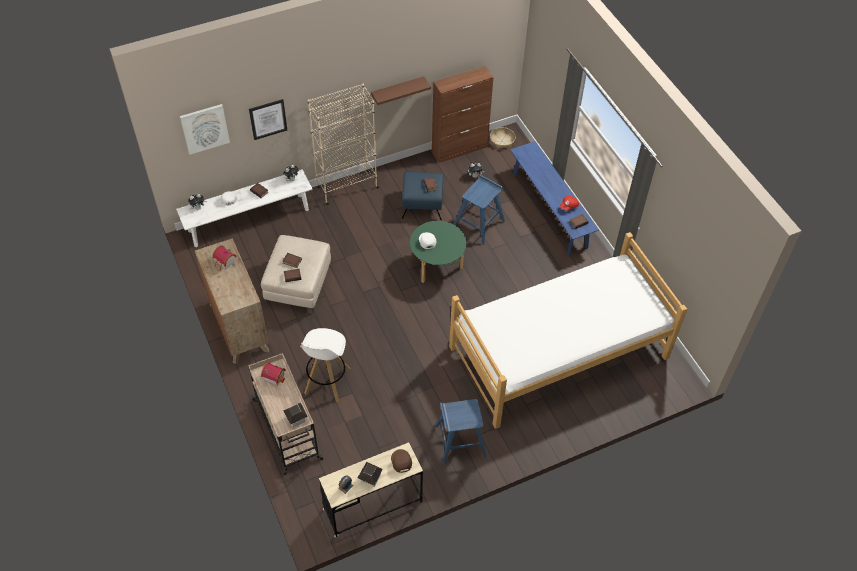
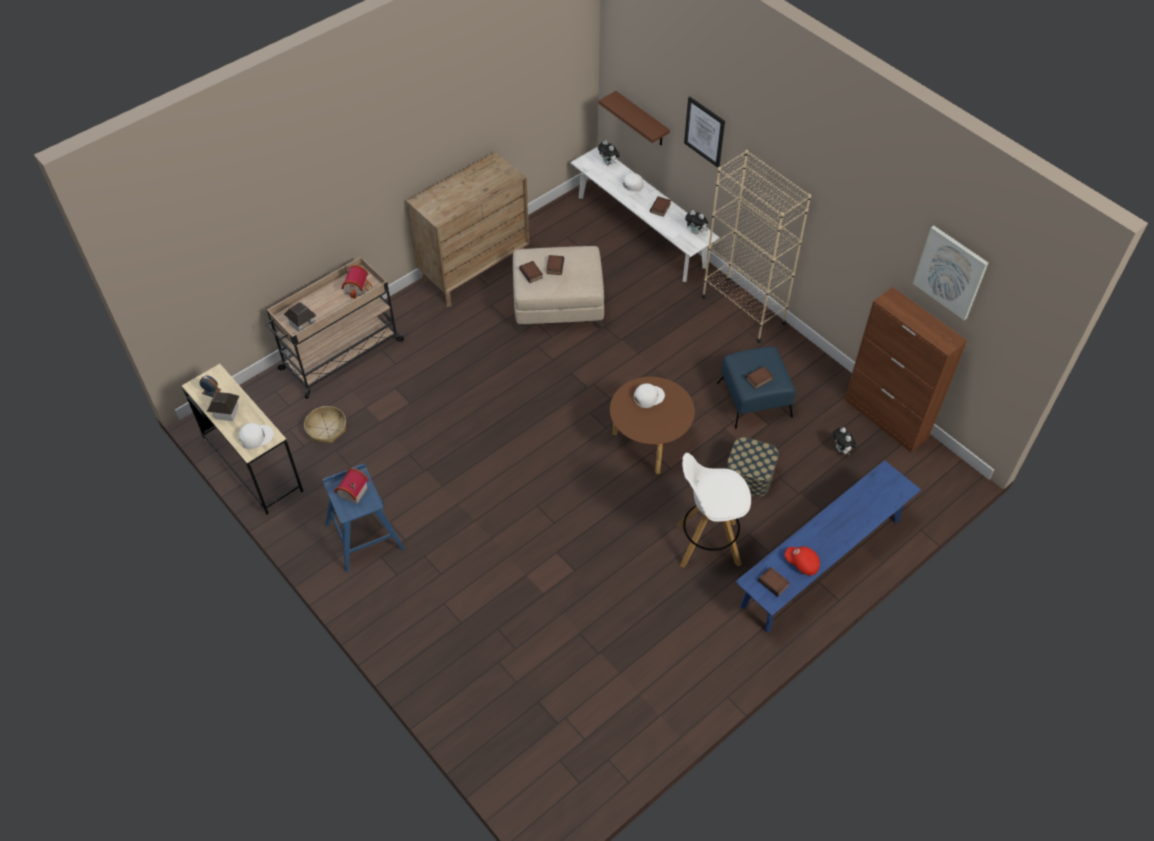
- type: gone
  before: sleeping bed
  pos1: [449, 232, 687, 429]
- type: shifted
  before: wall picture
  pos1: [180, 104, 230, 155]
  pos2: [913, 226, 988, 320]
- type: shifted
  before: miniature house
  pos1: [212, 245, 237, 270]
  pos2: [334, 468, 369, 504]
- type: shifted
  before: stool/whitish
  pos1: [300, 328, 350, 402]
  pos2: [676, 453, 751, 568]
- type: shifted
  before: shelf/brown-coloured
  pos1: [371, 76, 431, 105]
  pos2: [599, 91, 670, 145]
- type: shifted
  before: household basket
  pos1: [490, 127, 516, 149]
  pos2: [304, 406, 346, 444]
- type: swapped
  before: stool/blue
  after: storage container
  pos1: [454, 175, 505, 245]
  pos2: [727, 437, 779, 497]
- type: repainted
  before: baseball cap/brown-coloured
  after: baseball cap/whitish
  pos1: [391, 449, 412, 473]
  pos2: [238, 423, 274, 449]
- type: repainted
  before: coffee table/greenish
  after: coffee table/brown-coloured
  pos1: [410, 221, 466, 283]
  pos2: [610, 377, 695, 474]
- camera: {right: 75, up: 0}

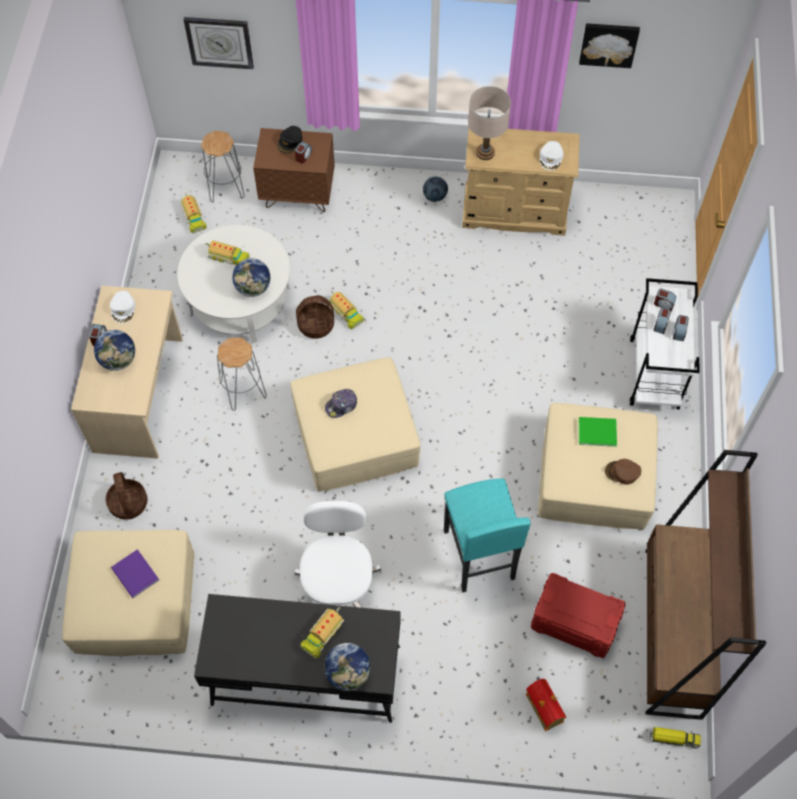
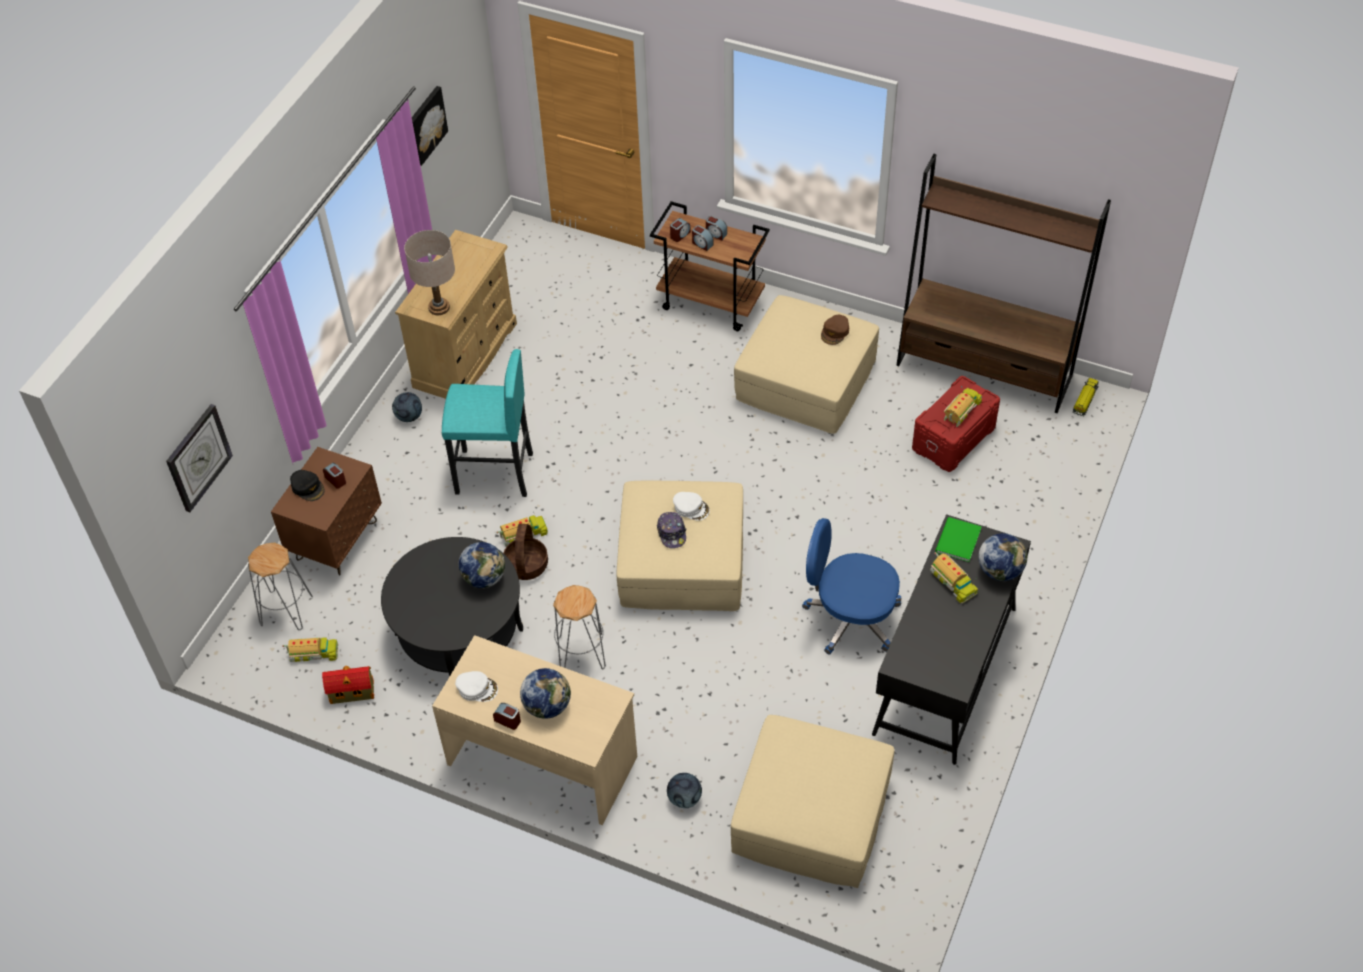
- type: gone
  before: volume/purple-coloured
  pos1: [111, 549, 159, 598]
- type: shifted
  before: toy truck
  pos1: [205, 241, 250, 266]
  pos2: [943, 386, 982, 427]
- type: shifted
  before: stool/blue-green
  pos1: [444, 478, 531, 592]
  pos2: [442, 349, 533, 497]
- type: shifted
  before: miniature house
  pos1: [526, 679, 566, 731]
  pos2: [322, 666, 374, 704]
- type: shifted
  before: baseball cap/whitish
  pos1: [540, 141, 564, 170]
  pos2: [673, 492, 710, 520]
- type: shifted
  before: volume/greenish
  pos1: [579, 417, 617, 447]
  pos2: [935, 517, 982, 562]
- type: swapped
  before: household basket
  after: ball for football
  pos1: [106, 472, 147, 520]
  pos2: [667, 773, 702, 808]
- type: repainted
  before: coffee table/whitish
  after: coffee table/blackish
  pos1: [177, 225, 290, 343]
  pos2: [381, 537, 523, 677]
- type: repainted
  before: computer chair/whitish
  after: computer chair/blue
  pos1: [294, 501, 382, 608]
  pos2: [802, 518, 901, 655]
- type: repainted
  before: wheeled cart/whitish
  after: wheeled cart/brown-coloured
  pos1: [630, 278, 700, 409]
  pos2: [650, 201, 770, 331]
- camera: {right: -70, up: -10}

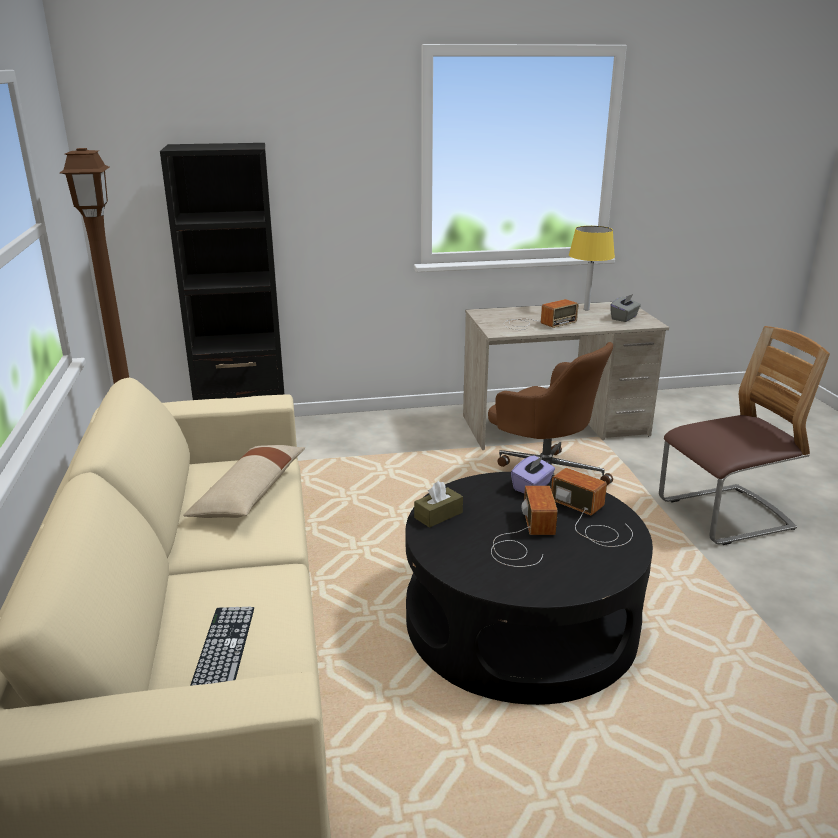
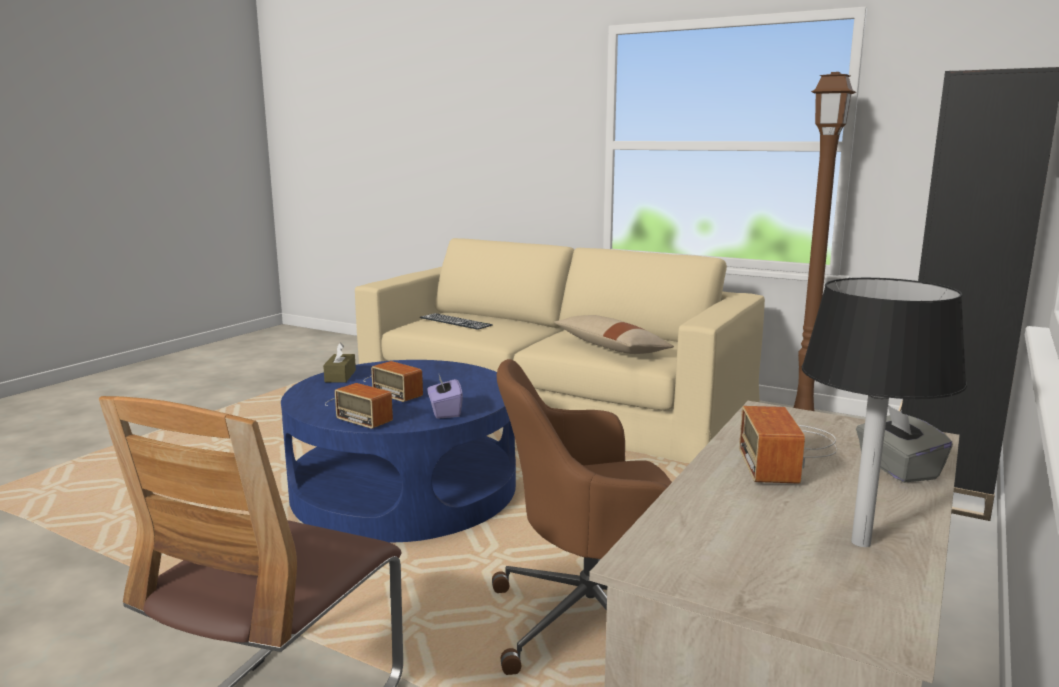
- type: shifted
  before: box of tissues/brown-coloured
  pos1: [414, 481, 463, 528]
  pos2: [323, 343, 356, 383]
- type: shifted
  before: box of tissues/gray
  pos1: [610, 294, 641, 322]
  pos2: [856, 405, 953, 483]
- type: repainted
  before: coffee table/blackish
  after: coffee table/blue
  pos1: [405, 472, 653, 705]
  pos2: [281, 360, 516, 543]
- type: repainted
  before: table lamp/yellow
  after: table lamp/blackish
  pos1: [569, 226, 615, 311]
  pos2: [802, 278, 967, 547]
- type: rotated
  before: radio
  pos1: [551, 468, 633, 547]
  pos2: [325, 383, 393, 429]
  turn: 45
- camera: {right: 130, up: -10}

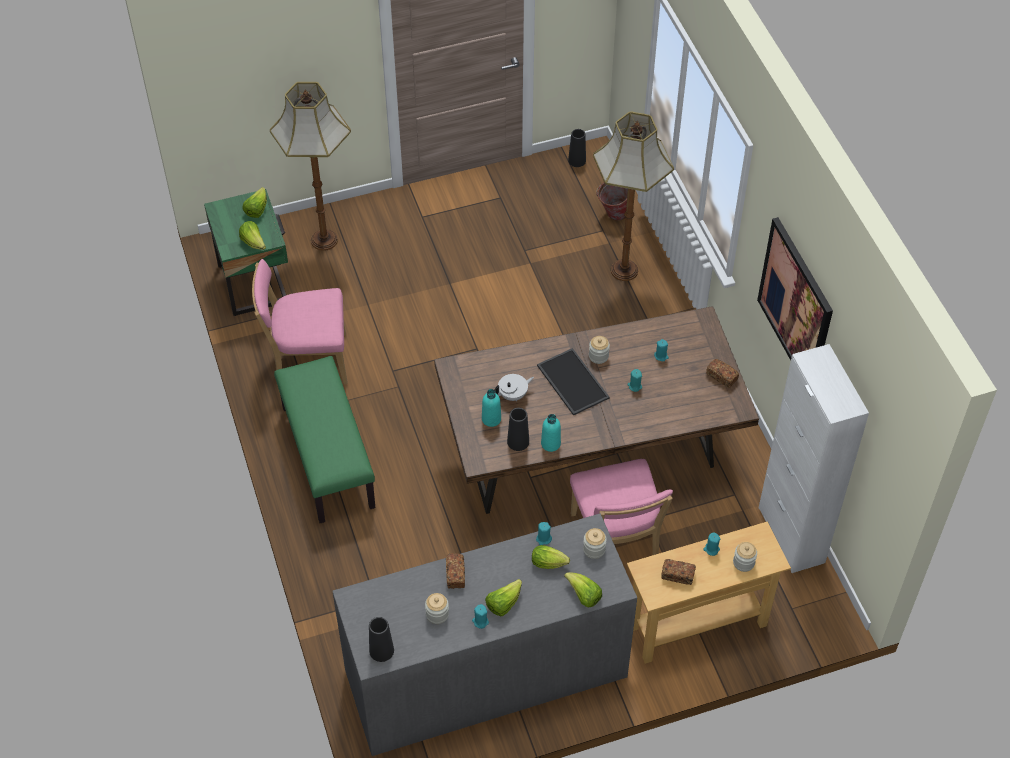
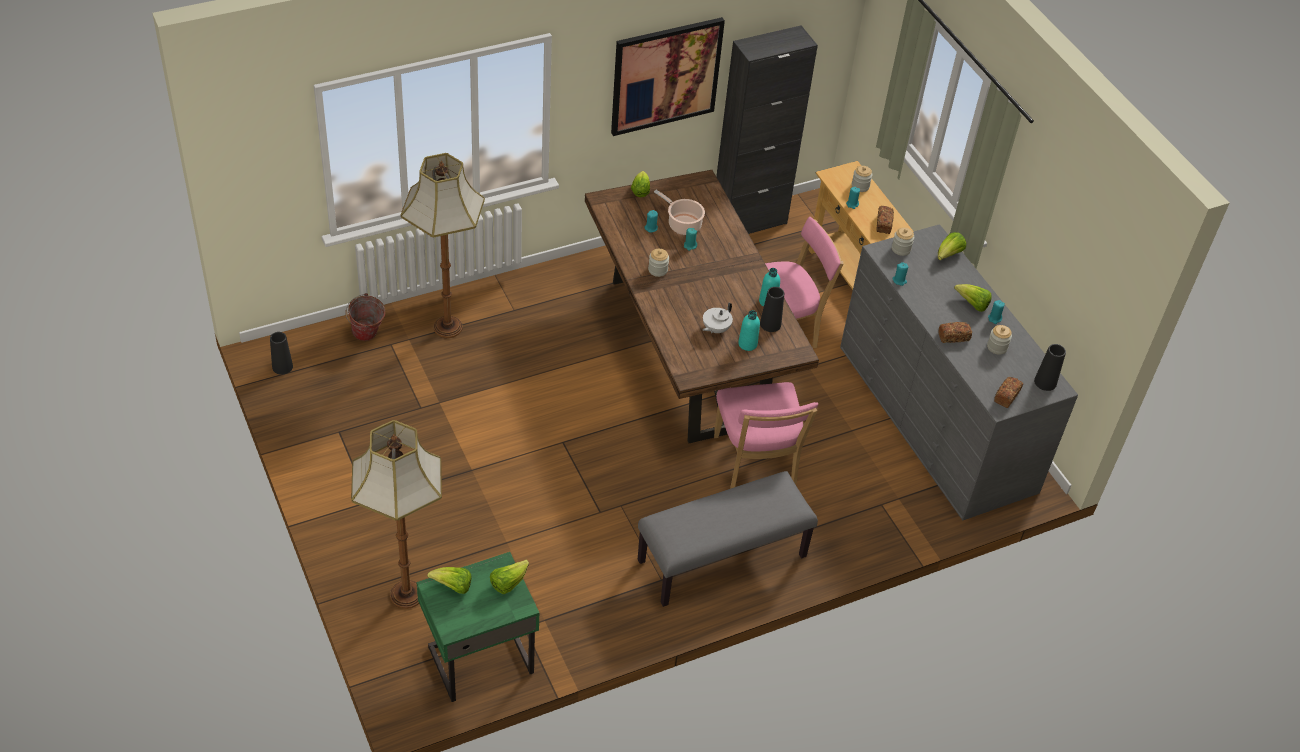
- type: gone
  before: serving tray
  pos1: [537, 348, 610, 415]
- type: new
  after: stockpot
  pos2: [654, 190, 705, 235]
- type: shifted
  before: plain chair/pink
  pos1: [252, 259, 348, 384]
  pos2: [714, 382, 818, 489]
- type: shifted
  before: head of lettuce
  pos1: [532, 545, 570, 569]
  pos2: [631, 171, 650, 197]
- type: shifted
  before: bread
  pos1: [706, 359, 739, 388]
  pos2: [994, 377, 1023, 408]
- type: repainted
  before: indoor bench/greenish
  after: indoor bench/gray
  pos1: [274, 356, 375, 523]
  pos2: [638, 471, 818, 607]
- type: repainted
  before: cabinet/whitish
  after: cabinet/blackish
  pos1: [759, 344, 869, 573]
  pos2: [716, 25, 818, 234]
- type: rotated
  before: tea pot/whitish
  pos1: [495, 374, 534, 401]
  pos2: [703, 302, 733, 333]
  turn: -105
- camera: {right: -100, up: -5}

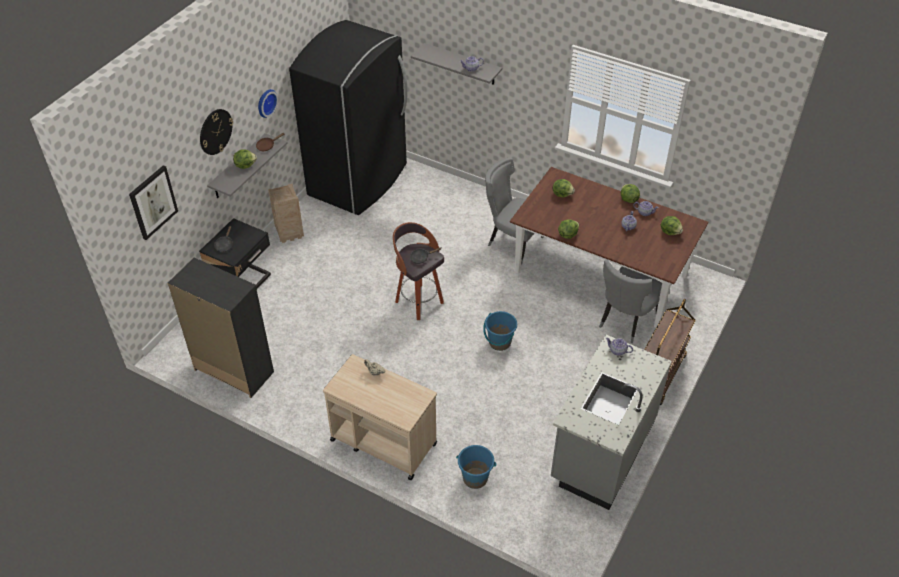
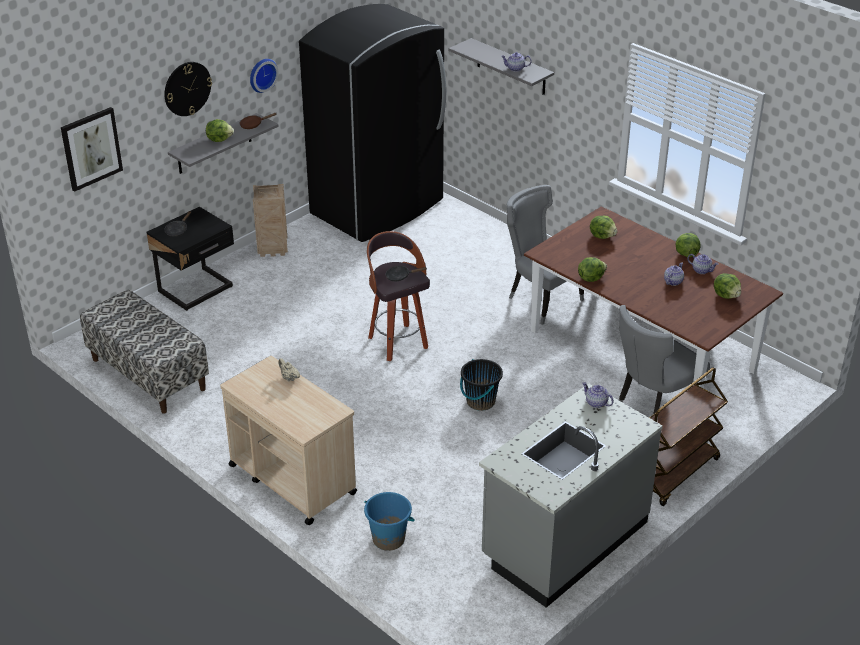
- type: swapped
  before: dresser/blackish
  after: indoor bench
  pos1: [167, 257, 274, 398]
  pos2: [80, 290, 209, 414]
- type: repainted
  before: water bucket/blue
  after: water bucket/blackish
  pos1: [483, 311, 517, 351]
  pos2: [460, 359, 503, 411]
- camera: {right: 15, up: -10}

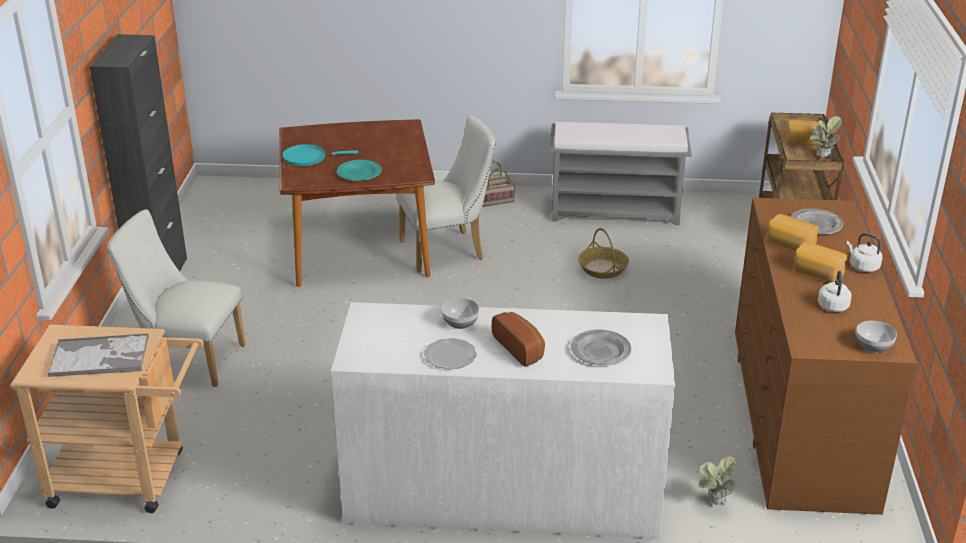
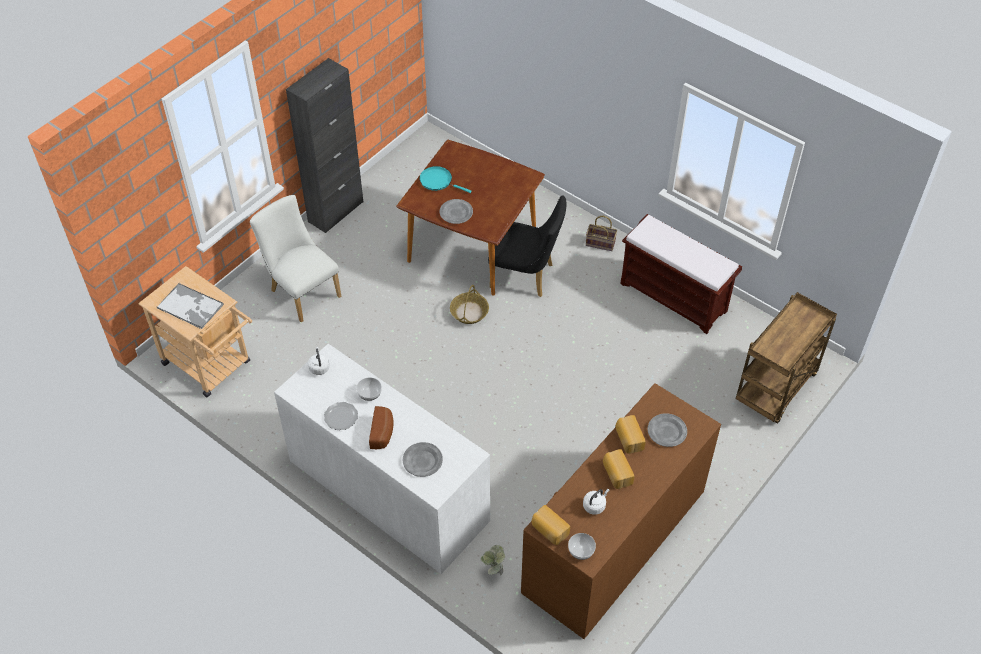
- type: gone
  before: houseplant
  pos1: [811, 116, 842, 159]
- type: shifted
  before: household basket
  pos1: [578, 228, 629, 279]
  pos2: [450, 285, 489, 324]
- type: shifted
  before: bread
  pos1: [786, 120, 825, 146]
  pos2: [532, 505, 570, 545]
- type: shifted
  before: kettle/whitish
  pos1: [847, 233, 882, 272]
  pos2: [308, 347, 330, 375]
- type: repainted
  before: plate/blue-green
  after: plate/gray
  pos1: [337, 160, 382, 181]
  pos2: [439, 199, 473, 224]
- type: repainted
  before: plain chair/whitish
  after: plain chair/blackish
  pos1: [396, 115, 496, 273]
  pos2: [488, 195, 567, 297]
- type: repainted
  before: indoor bench/gray
  after: indoor bench/brown-coloured
  pos1: [550, 122, 692, 225]
  pos2: [620, 214, 742, 334]
- camera: {right: 35, up: 20}

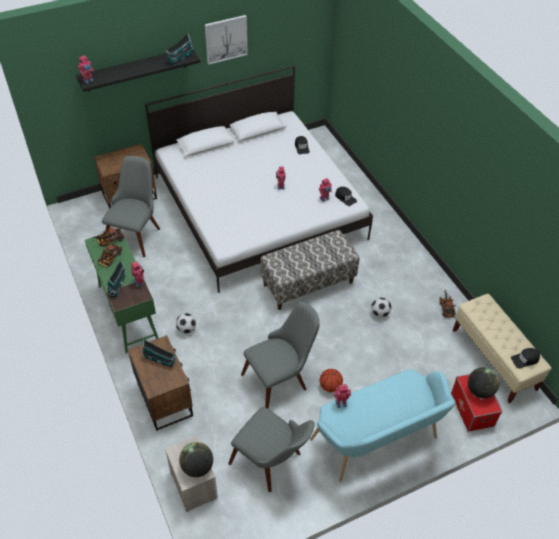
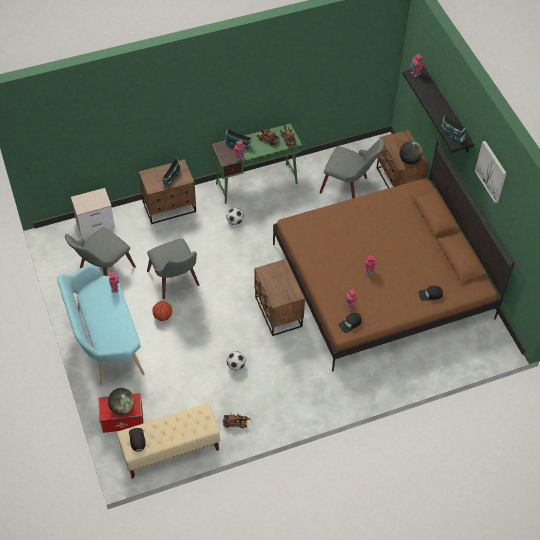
- type: shifted
  before: globe
  pos1: [179, 442, 213, 477]
  pos2: [399, 141, 423, 164]
- type: swapped
  before: indoor bench
  after: nightstand/brown-coloured
  pos1: [260, 230, 359, 310]
  pos2: [254, 259, 305, 336]
- type: repainted
  before: sleeping bed/whitish
  after: sleeping bed/brown-coloured
  pos1: [145, 65, 373, 293]
  pos2: [273, 139, 515, 371]
- camera: {right: 95, up: 5}

